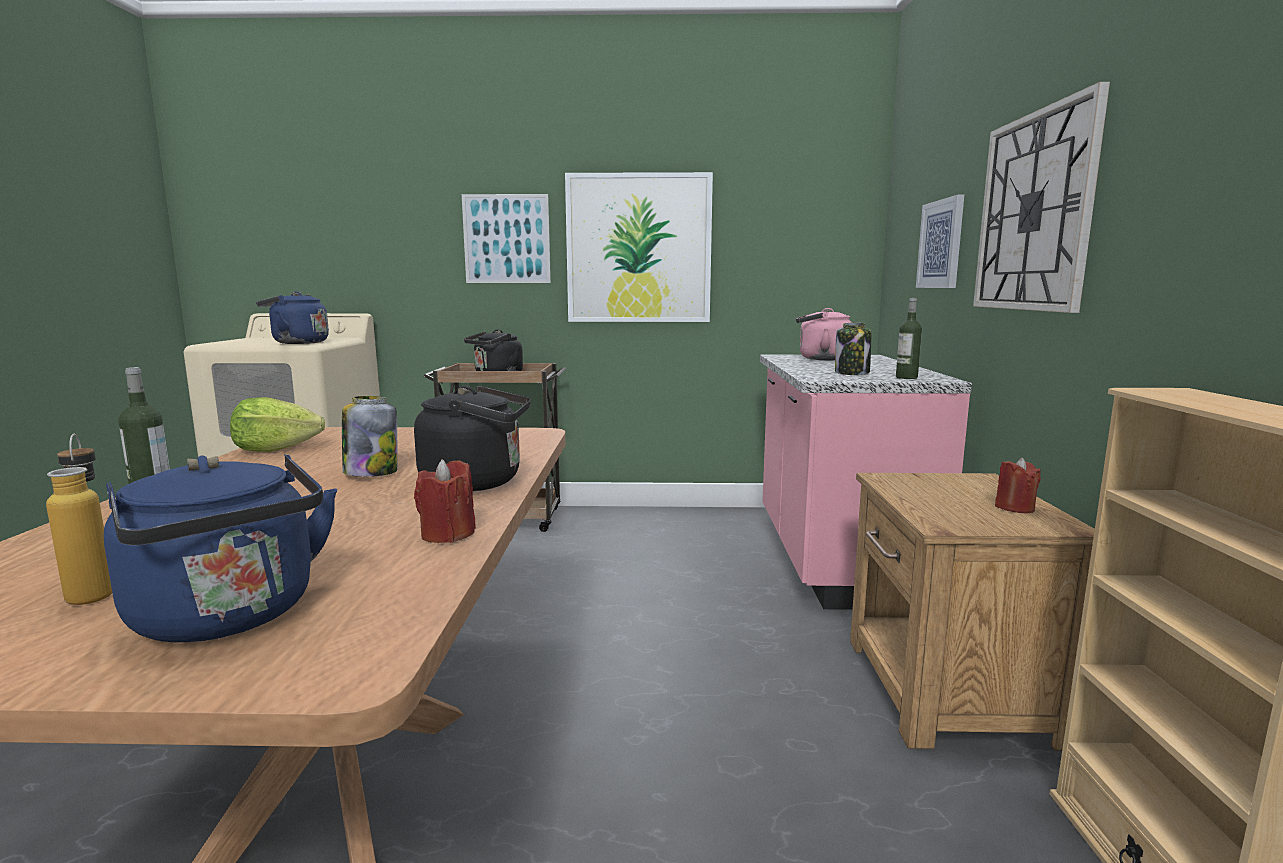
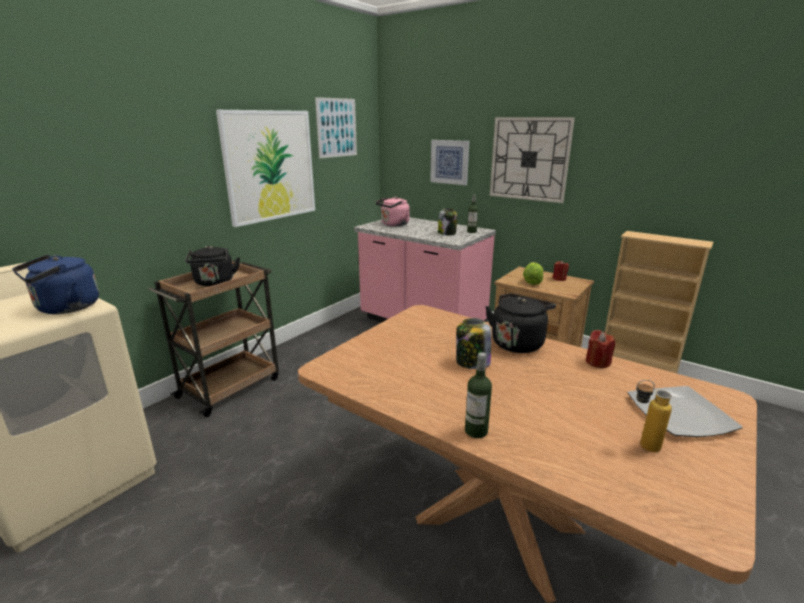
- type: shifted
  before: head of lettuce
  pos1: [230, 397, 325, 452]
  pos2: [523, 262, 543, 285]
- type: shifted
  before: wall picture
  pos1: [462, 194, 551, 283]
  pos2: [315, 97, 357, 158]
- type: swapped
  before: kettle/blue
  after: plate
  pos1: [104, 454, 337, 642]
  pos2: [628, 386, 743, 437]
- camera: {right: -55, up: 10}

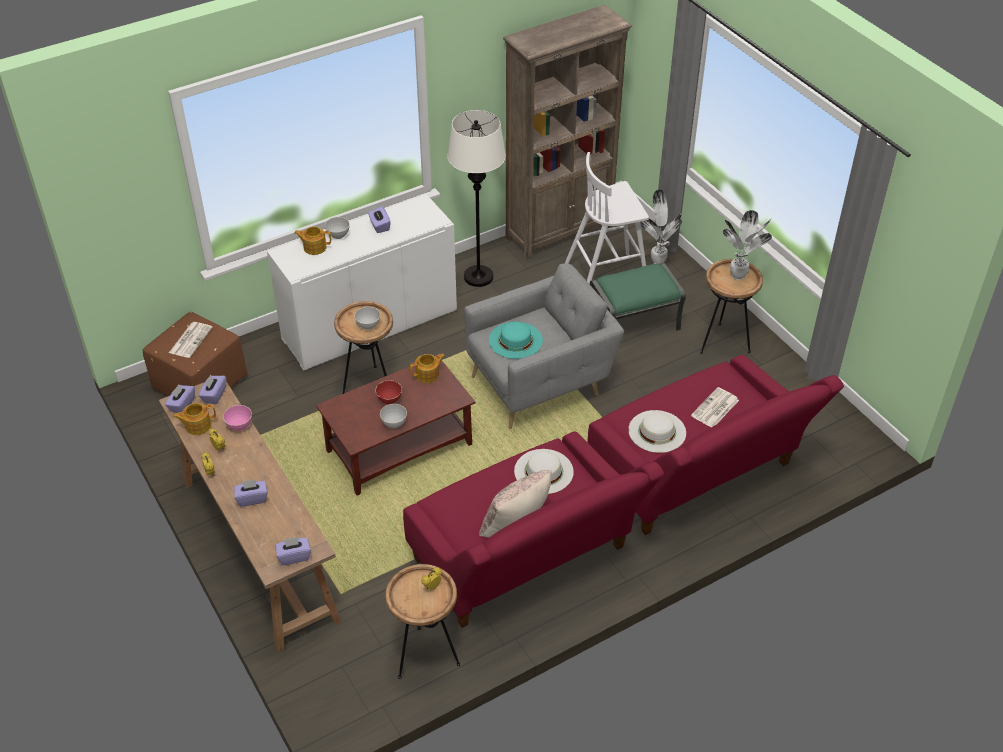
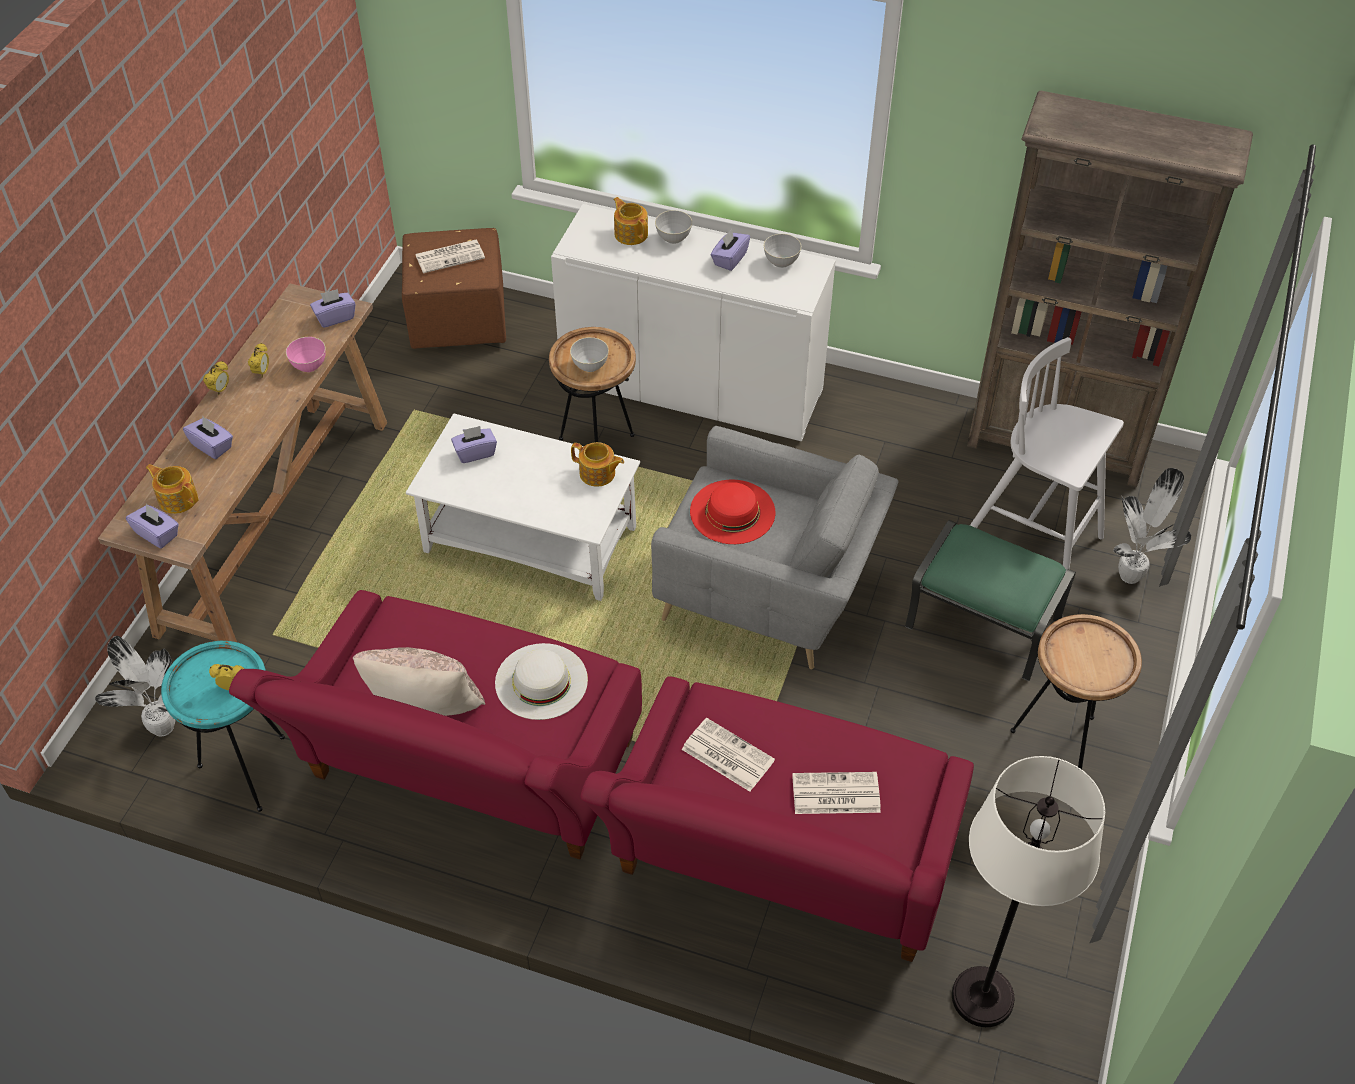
- type: gone
  before: serving bowl/red
  pos1: [375, 380, 402, 404]
- type: shifted
  before: box of tissues/purple-coloured
  pos1: [165, 385, 195, 413]
  pos2: [451, 426, 497, 463]
- type: shifted
  before: tea pot
  pos1: [173, 403, 216, 435]
  pos2: [146, 464, 198, 514]
- type: shifted
  before: serving bowl/gray
  pos1: [380, 404, 407, 428]
  pos2: [764, 234, 801, 268]
- type: shifted
  before: floor lamp/whitish
  pos1: [447, 110, 506, 287]
  pos2: [952, 756, 1105, 1027]
- type: shifted
  before: houseplant
  pos1: [722, 210, 772, 280]
  pos2: [95, 636, 175, 737]
- type: swapped
  before: wearable hat/whitish
  after: newspaper
  pos1: [628, 410, 686, 453]
  pos2: [681, 718, 775, 792]
- type: repainted
  before: coffee table/brown-coloured
  after: coffee table/whitish
  pos1: [316, 355, 476, 496]
  pos2: [406, 413, 640, 601]
- type: repainted
  before: side table/brown-coloured
  after: side table/blue-green
  pos1: [385, 564, 460, 679]
  pos2: [161, 641, 285, 812]
- type: repainted
  before: wearable hat/blue-green
  after: wearable hat/red
  pos1: [489, 322, 543, 359]
  pos2: [690, 480, 775, 544]
- camera: {right: 50, up: 5}

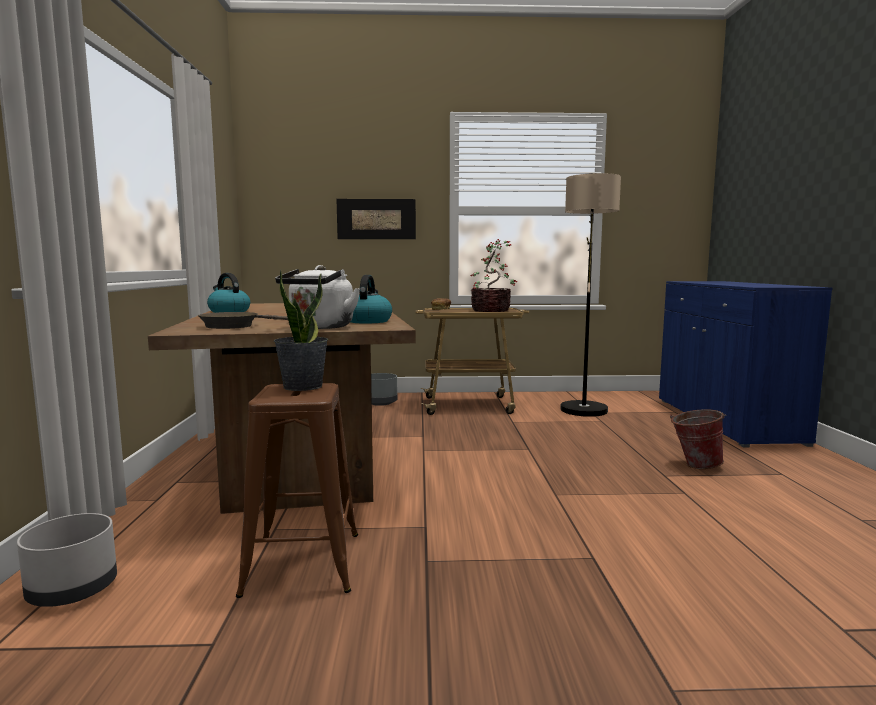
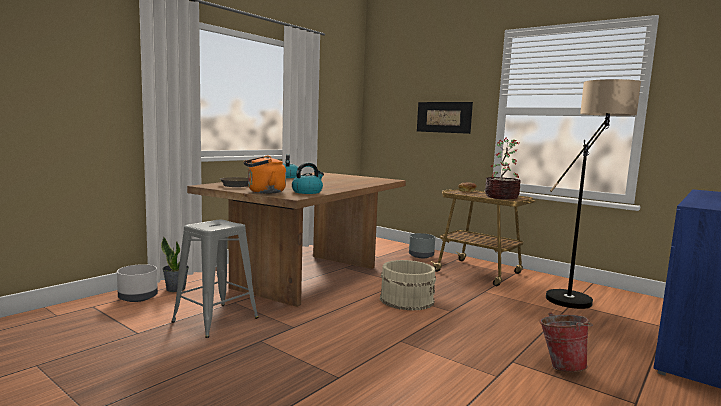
- type: new
  after: water bucket/beige
  pos2: [380, 260, 436, 311]
- type: shifted
  before: houseplant
  pos1: [274, 269, 328, 391]
  pos2: [161, 236, 189, 292]
- type: repainted
  before: stool/brown-coloured
  after: stool/gray
  pos1: [236, 383, 358, 598]
  pos2: [171, 220, 259, 338]
- type: repainted
  before: kettle/whitish
  after: kettle/orange
  pos1: [275, 265, 360, 329]
  pos2: [243, 156, 286, 193]
- camera: {right: 40, up: 0}

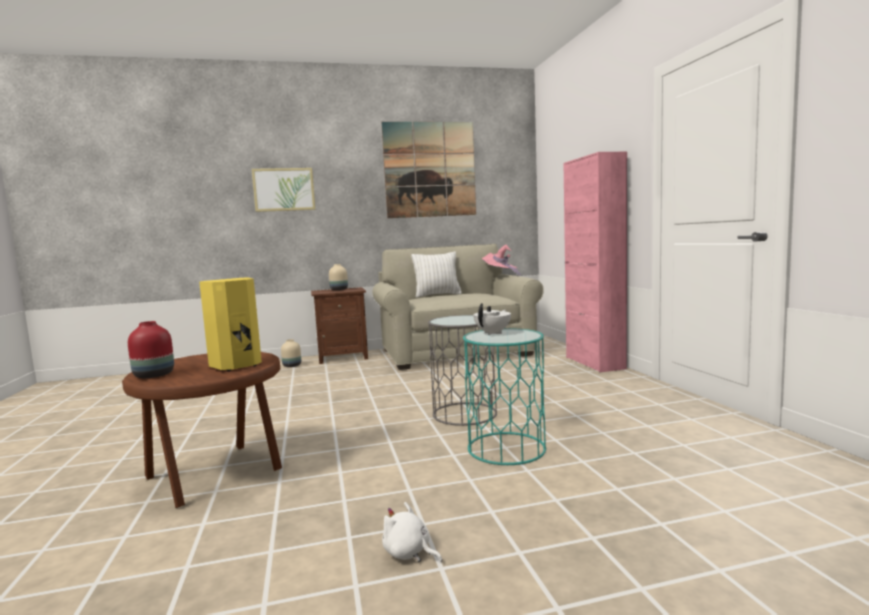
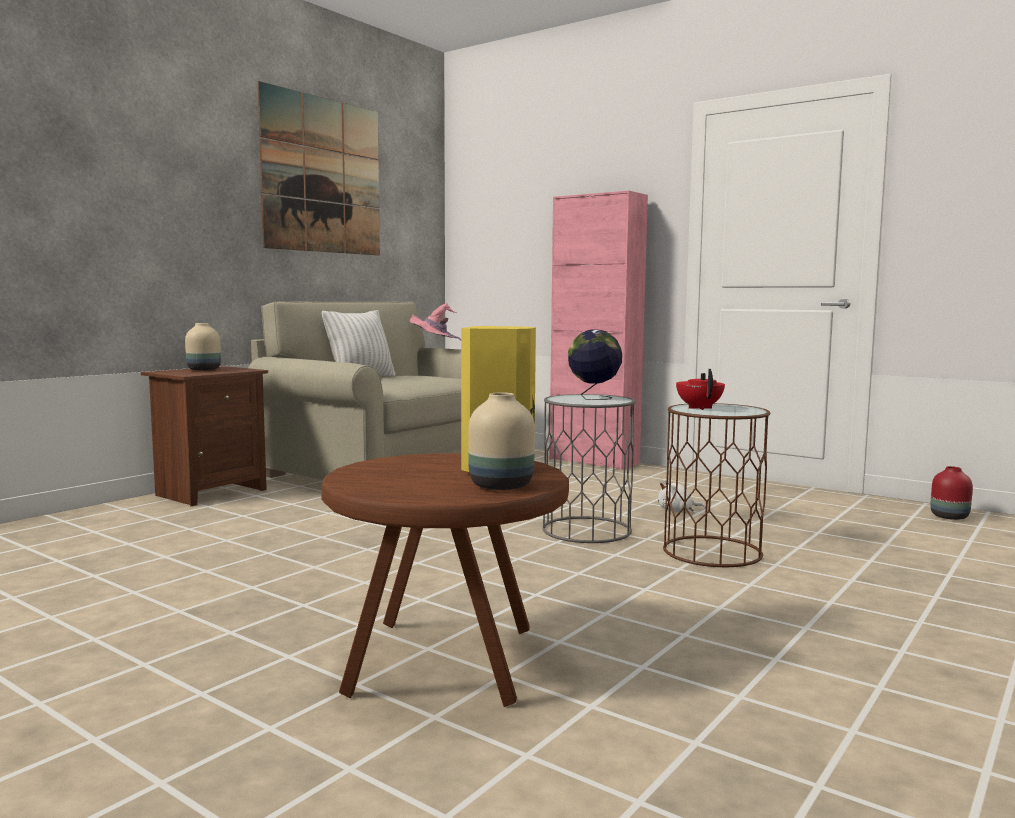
- type: gone
  before: wall picture
  pos1: [252, 168, 315, 212]
- type: new
  after: globe
  pos2: [568, 329, 622, 400]
- type: shifted
  before: vase/red
  pos1: [128, 321, 174, 378]
  pos2: [930, 466, 973, 520]
- type: shifted
  before: vase/beige
  pos1: [281, 339, 301, 367]
  pos2: [468, 392, 535, 490]
- type: shifted
  before: plush toy/whitish
  pos1: [382, 502, 442, 562]
  pos2: [658, 479, 705, 512]
- type: repainted
  before: side table/blue-green
  after: side table/brown-coloured
  pos1: [463, 328, 546, 465]
  pos2: [663, 403, 770, 567]
- type: repainted
  before: tea pot/whitish
  after: tea pot/red
  pos1: [473, 303, 511, 335]
  pos2: [676, 369, 725, 410]
- camera: {right: -40, up: 0}

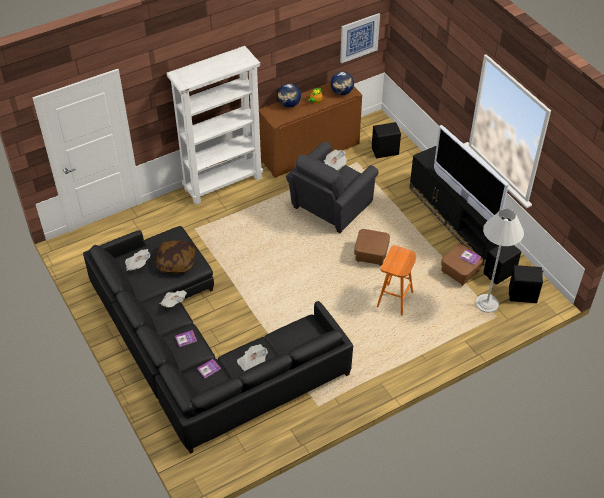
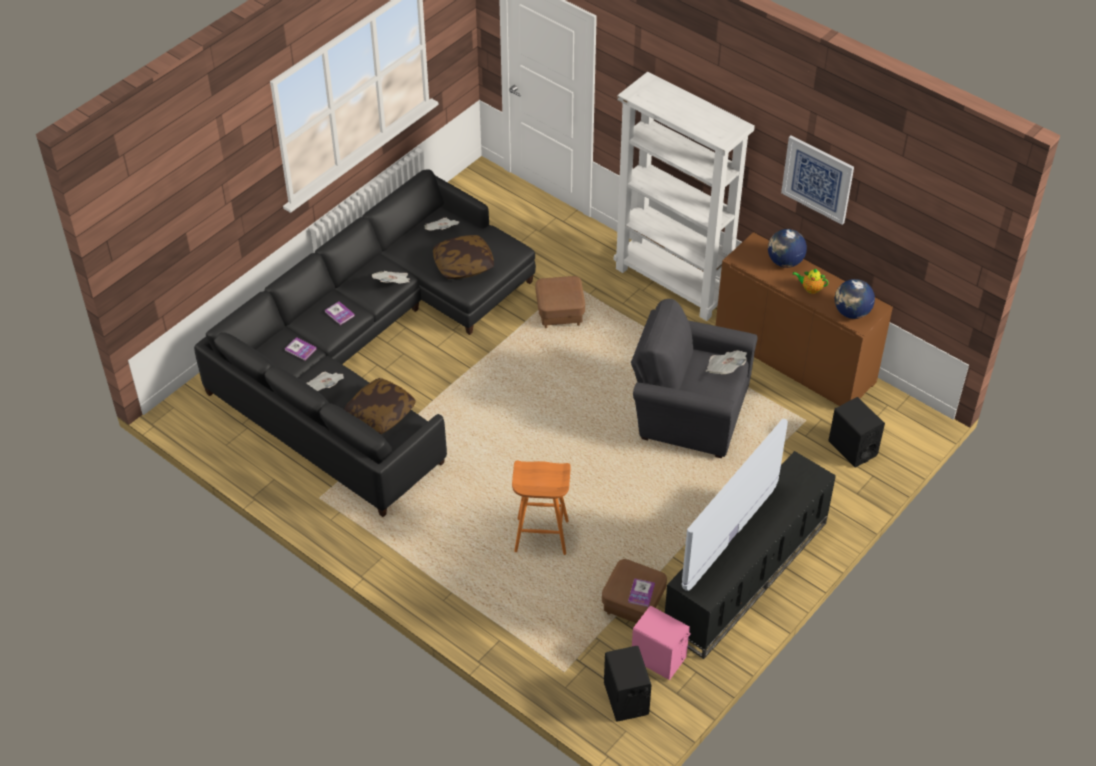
- type: gone
  before: floor lamp/whitish
  pos1: [475, 209, 524, 313]
- type: new
  after: pillow
  pos2: [344, 378, 416, 434]
- type: shifted
  before: wall picture
  pos1: [340, 13, 380, 64]
  pos2: [781, 135, 854, 225]
- type: shifted
  before: pouffe/brown-coloured
  pos1: [354, 229, 390, 266]
  pos2: [536, 276, 585, 328]
- type: repainted
  before: audio speaker/blackish
  after: audio speaker/pink
  pos1: [483, 245, 521, 285]
  pos2: [632, 605, 691, 680]
- camera: {right: 70, up: 0}

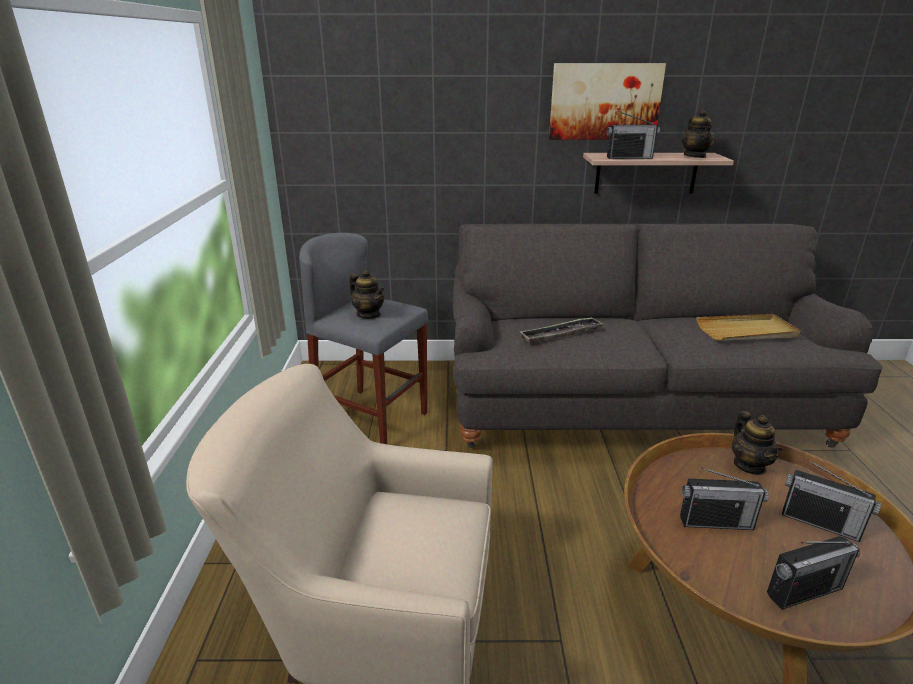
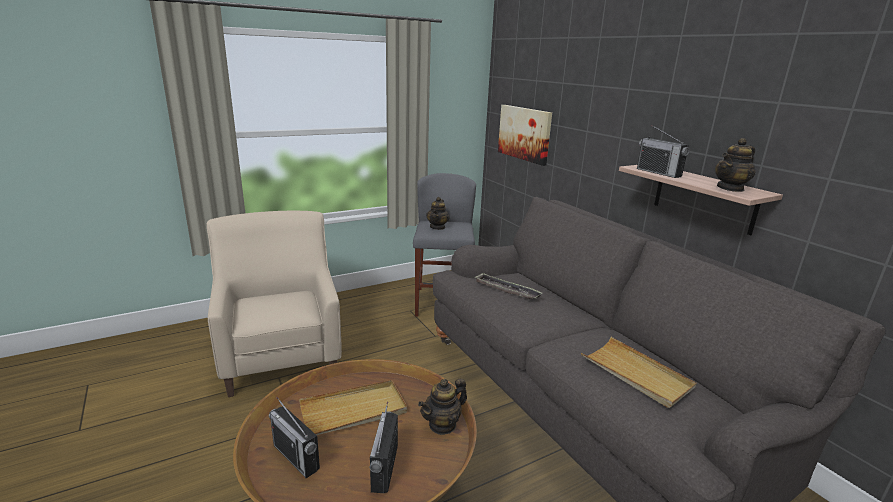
- type: shifted
  before: wall picture
  pos1: [549, 63, 666, 140]
  pos2: [498, 105, 552, 166]
- type: swapped
  before: radio
  after: serving tray/beige
  pos1: [680, 467, 769, 530]
  pos2: [299, 380, 407, 435]
- camera: {right: 60, up: -5}

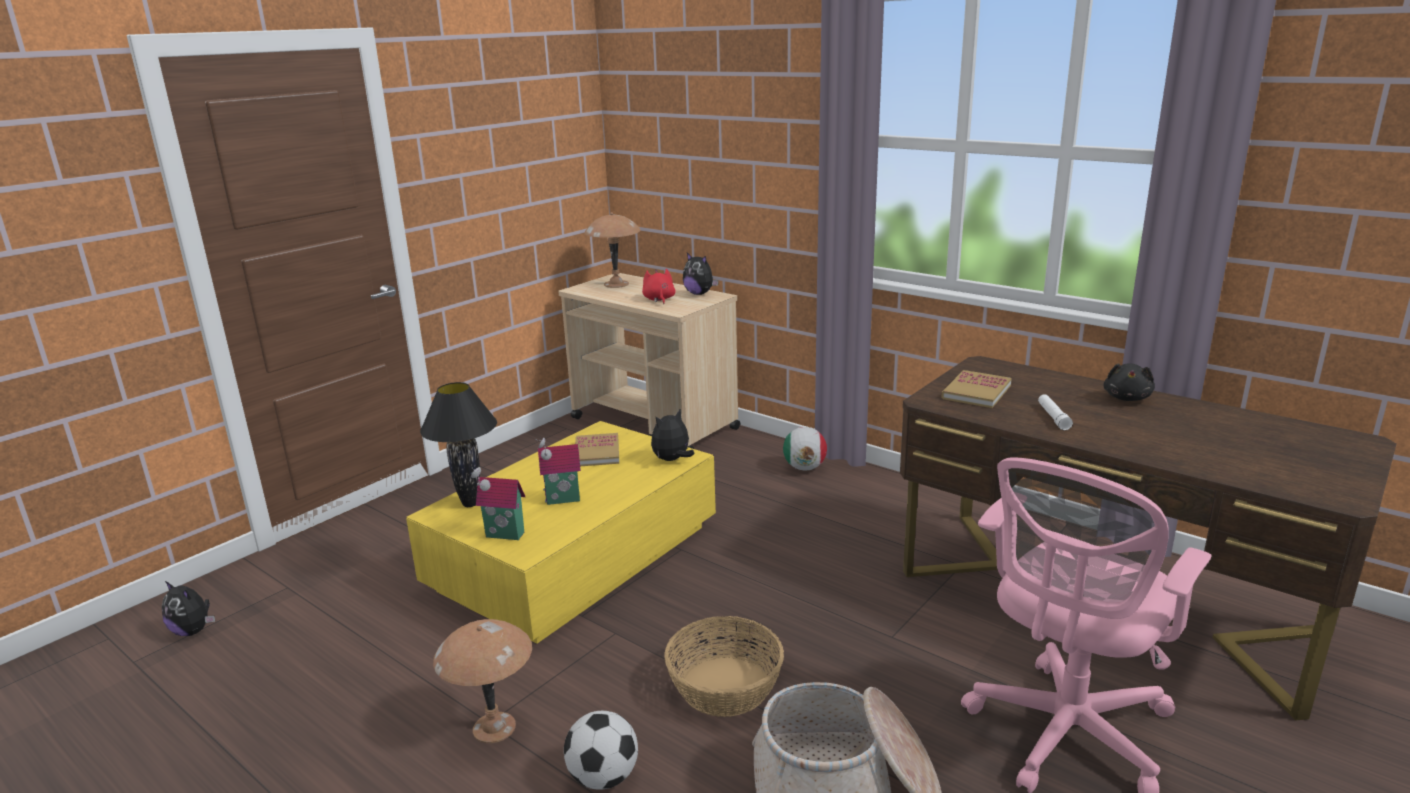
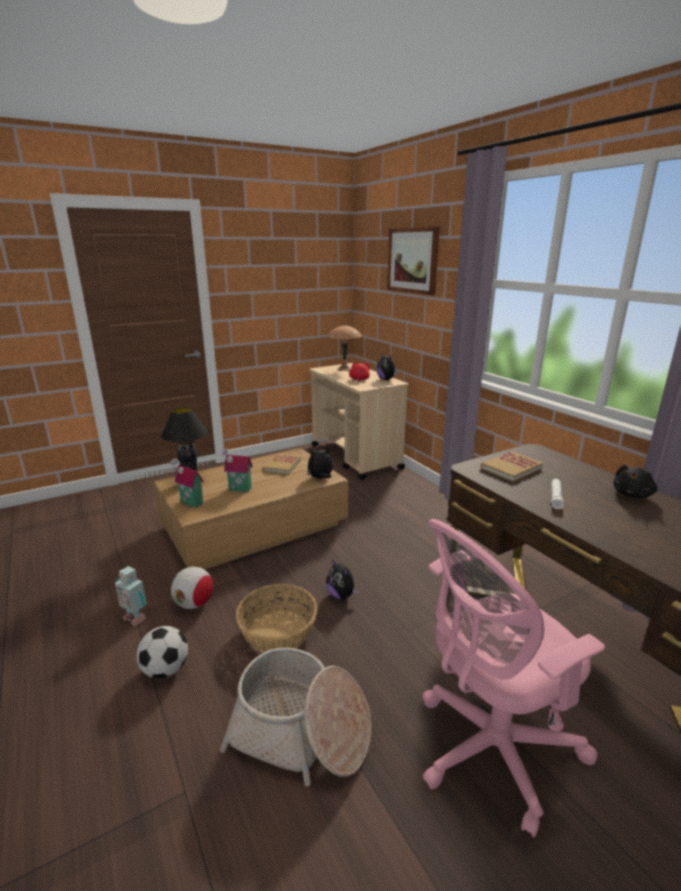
- type: new
  after: wall picture
  pos2: [387, 227, 440, 295]
- type: shifted
  before: plush toy
  pos1: [162, 581, 215, 636]
  pos2: [326, 559, 359, 599]
- type: shifted
  before: ball for football
  pos1: [783, 427, 827, 471]
  pos2: [171, 566, 213, 609]
- type: swapped
  before: table lamp/brown-coloured
  after: model robot
  pos1: [433, 619, 532, 743]
  pos2: [115, 566, 147, 626]
- type: repainted
  before: coffee table/yellow
  after: coffee table/brown-coloured
  pos1: [406, 421, 716, 644]
  pos2: [154, 448, 348, 570]
- camera: {right: 20, up: 0}

